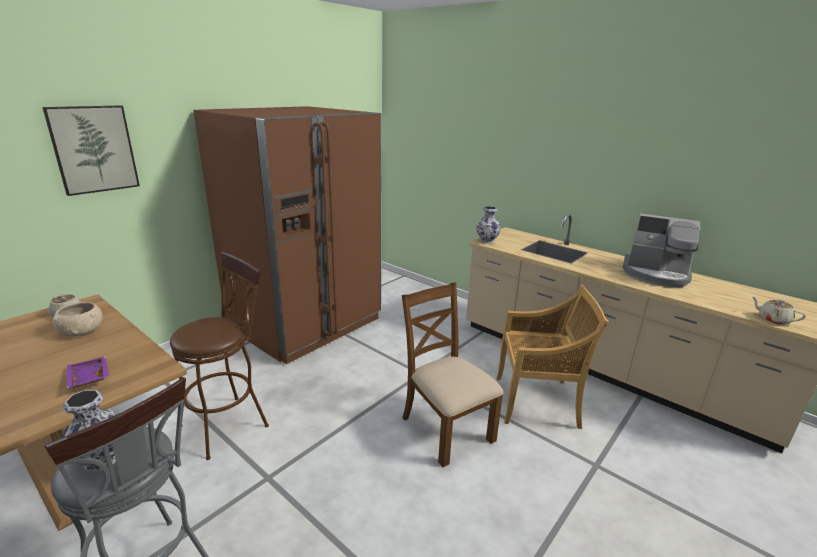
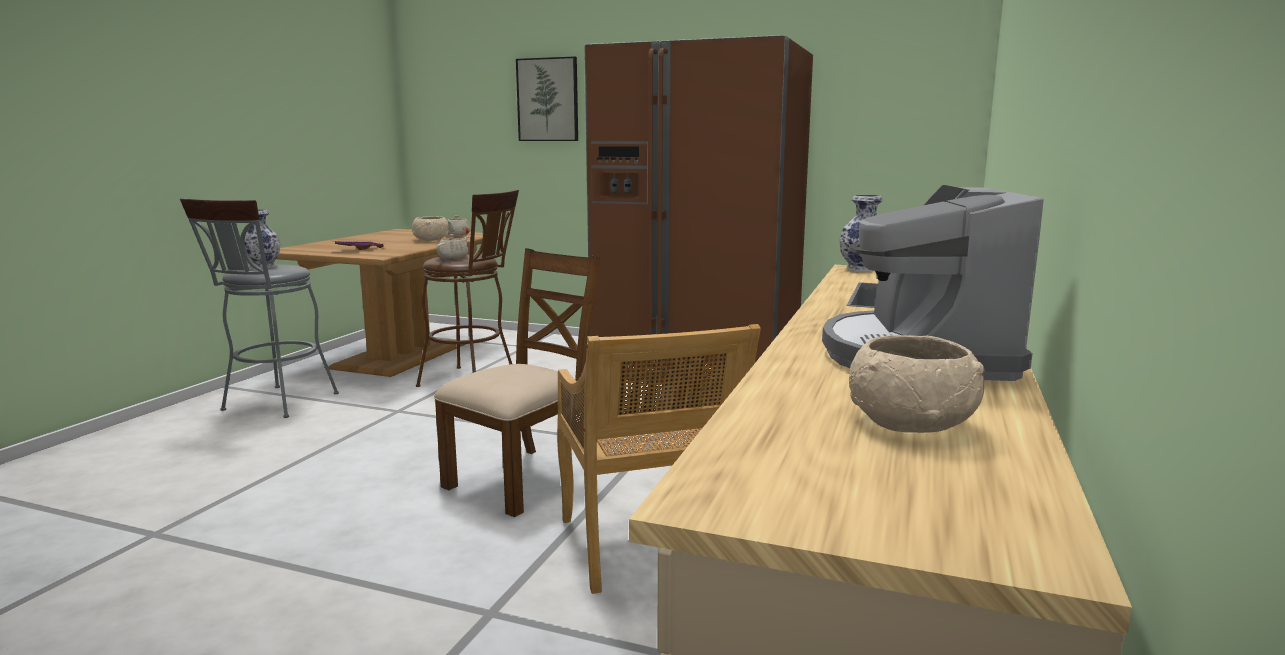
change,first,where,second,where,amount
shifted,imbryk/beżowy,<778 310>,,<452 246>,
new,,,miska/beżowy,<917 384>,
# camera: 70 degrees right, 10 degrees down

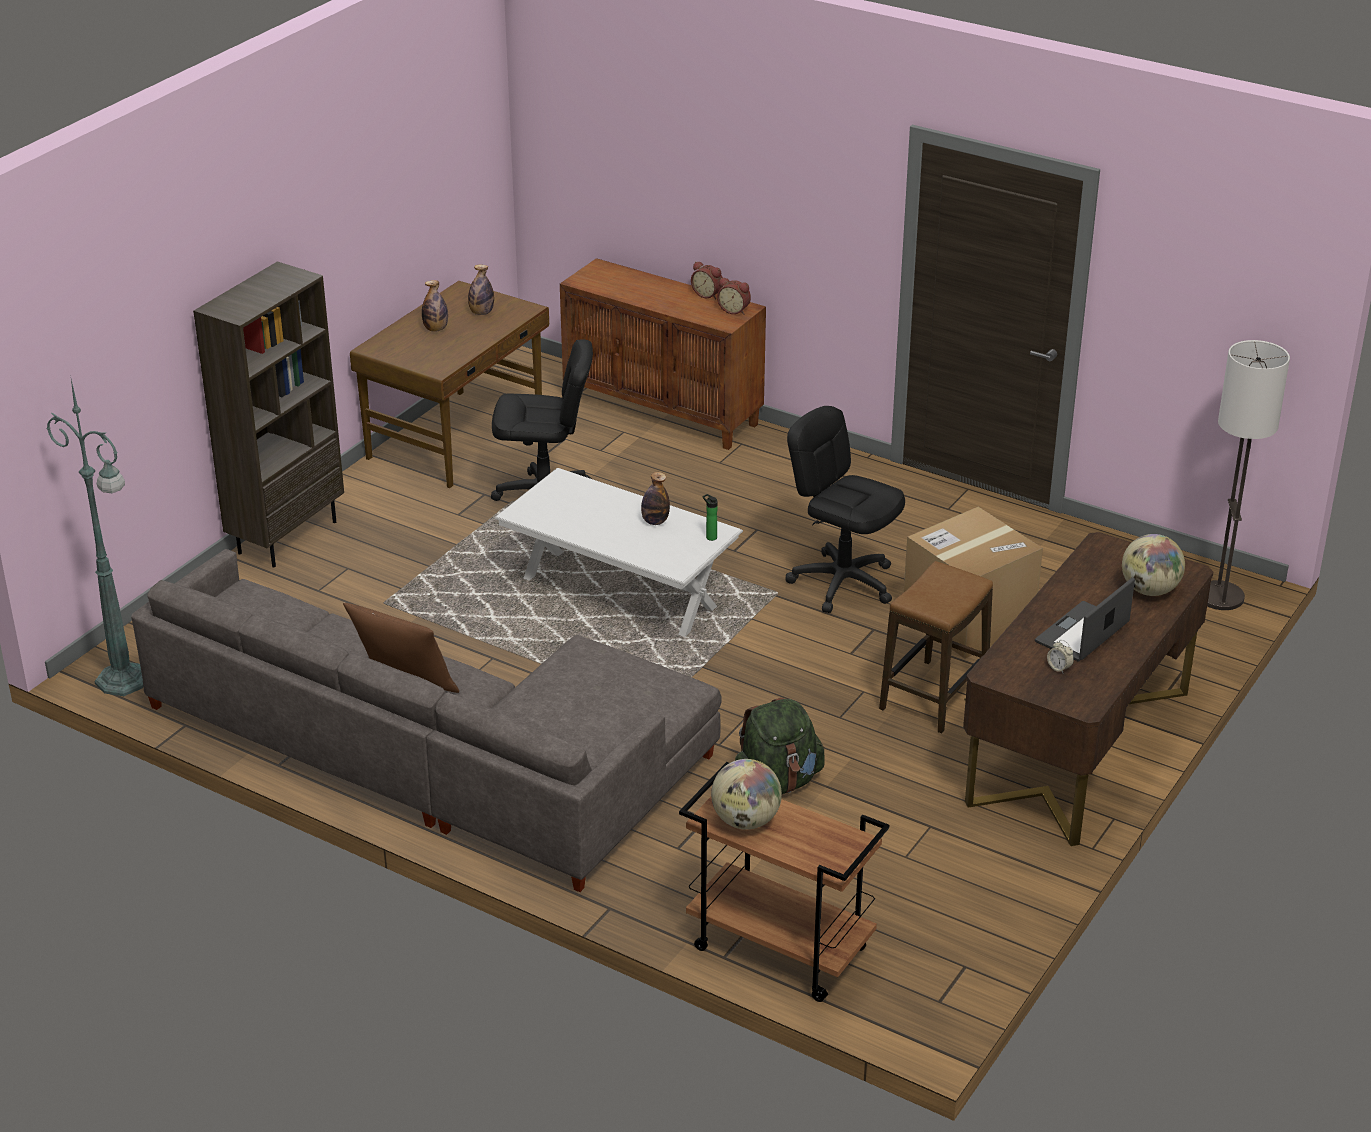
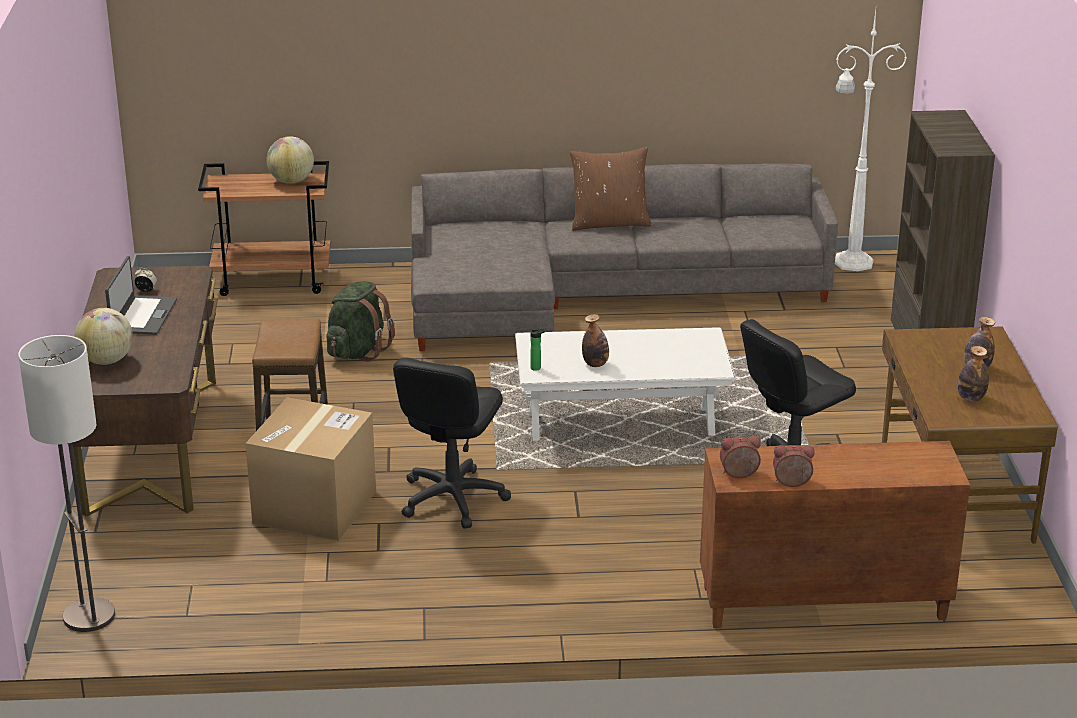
change,first,where,second,where,amount
repainted,lampa stojąca/zielony,<94 537>,lampa stojąca/biały,<871 140>,
rotated,krzesło biurowe/czarny,<845 509>,,<452 443>,105 degrees clockwise
# camera: 145 degrees right, 5 degrees down

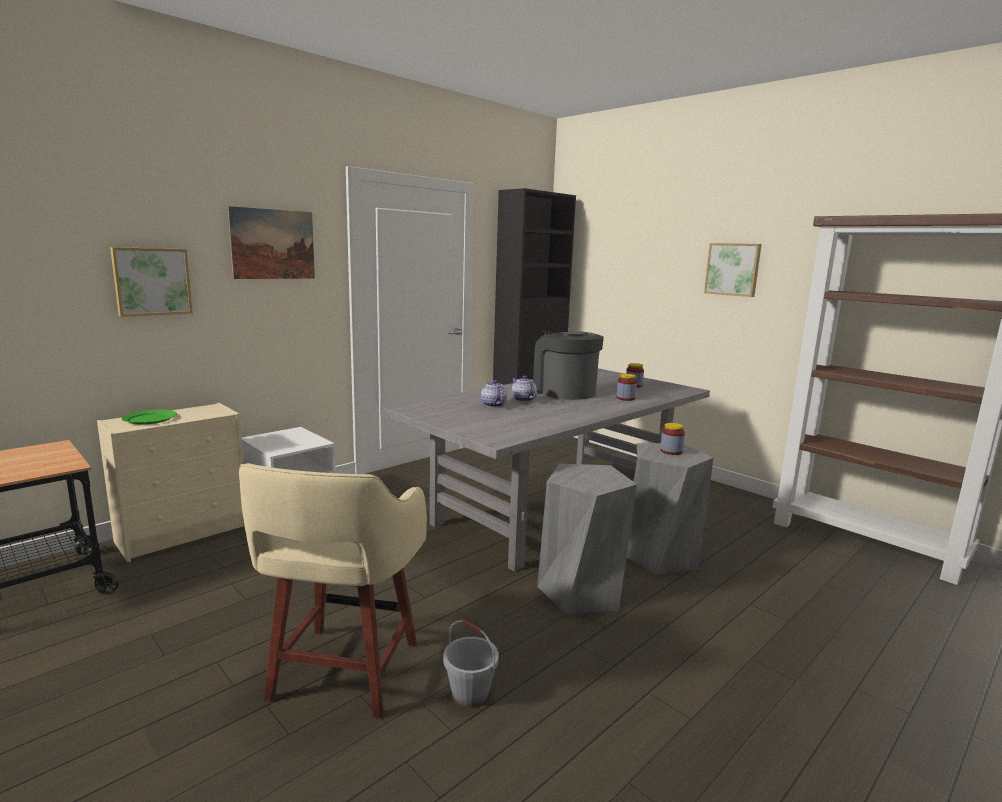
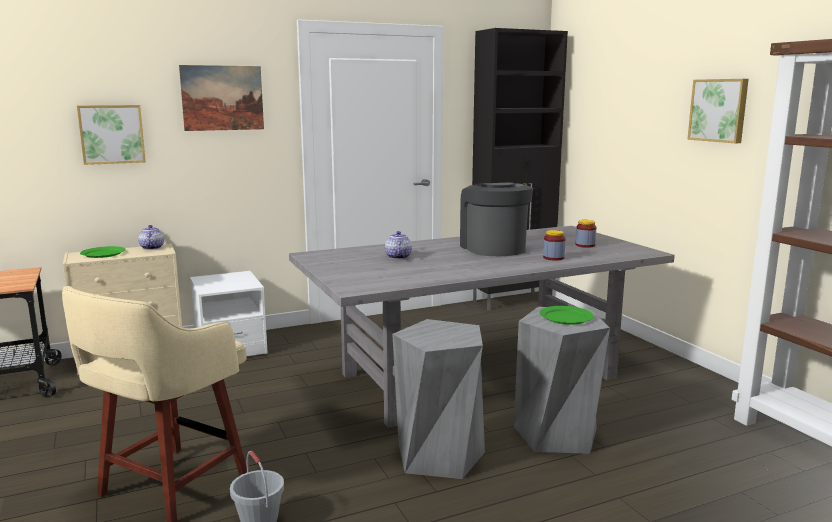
change,first,where,second,where,amount
shifted,imbryk,<524 389>,,<151 237>,
swapped,słoik,<672 439>,talerz/zielony,<567 315>,
# camera: 20 degrees right, 0 degrees up

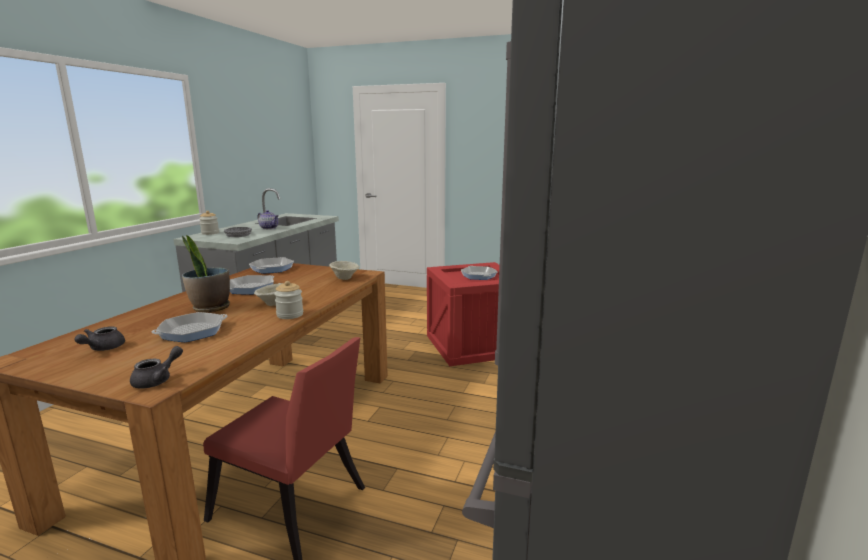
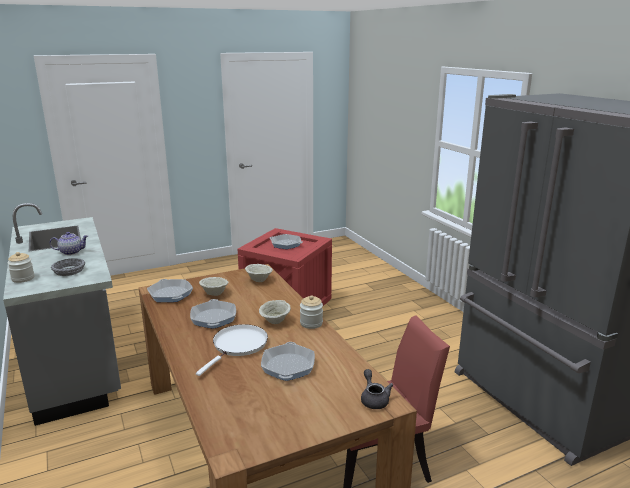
change,first,where,second,where,amount
gone,imbryk/szary,<99 338>,,,
swapped,roślina doniczkowa,<206 274>,patelnia/biały,<232 350>,
new,,,miska/beżowy,<213 286>,
# camera: 45 degrees left, 5 degrees up

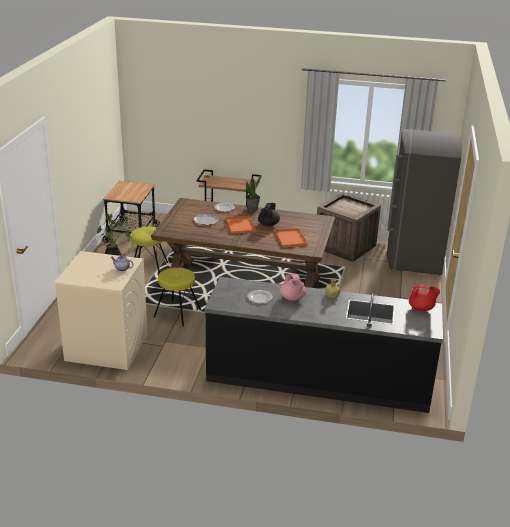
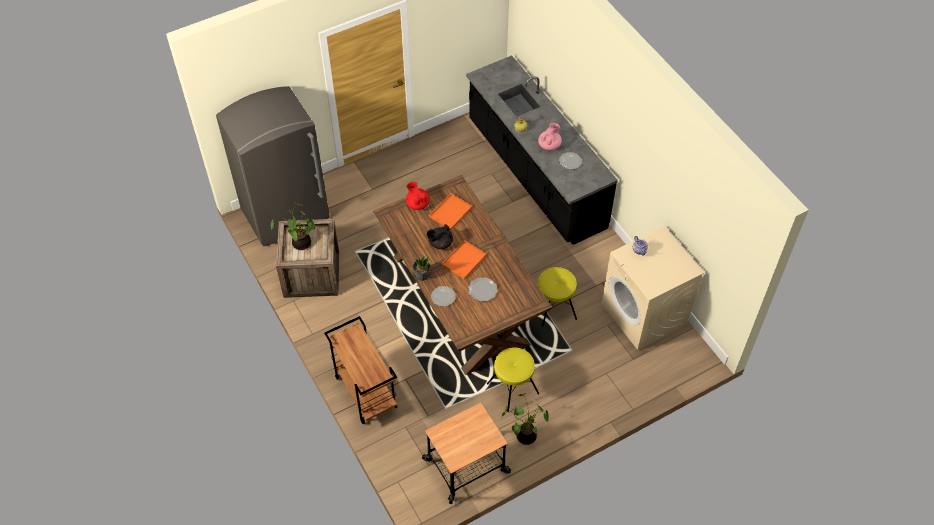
change,first,where,second,where,amount
shifted,imbryk/czerwony,<424 297>,,<418 196>,
new,,,roślina doniczkowa,<293 226>,
# camera: 130 degrees left, 25 degrees up

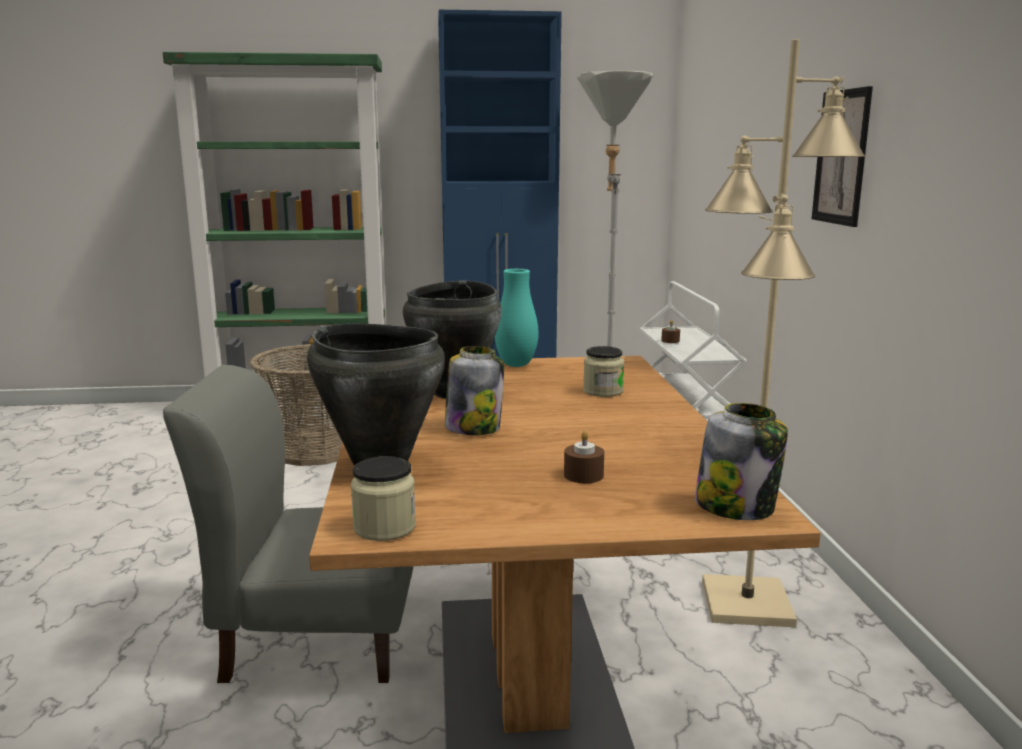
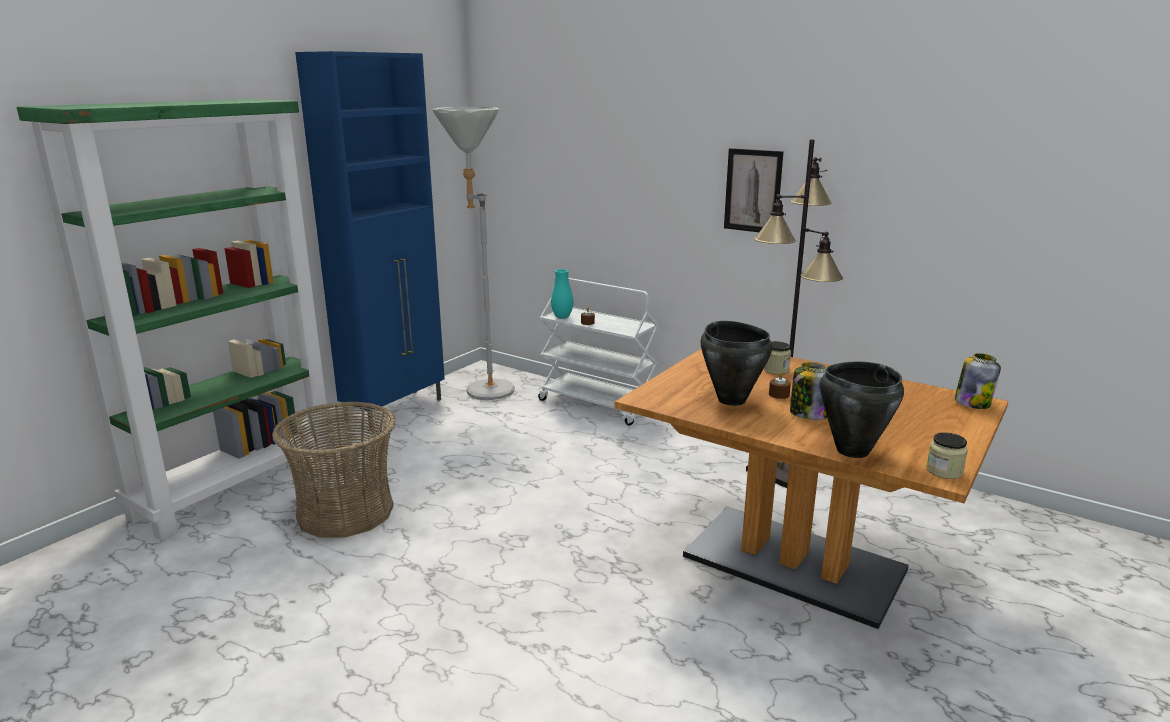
change,first,where,second,where,amount
gone,krzesło/szary,<288 524>,,,
shifted,wazon/turkusowy,<517 318>,,<562 294>,
shifted,świeca/brązowy,<584 456>,,<780 385>,
repainted,lampa stojąca/beżowy,<784 333>,lampa stojąca/czarny,<794 313>,
# camera: 50 degrees left, 5 degrees up

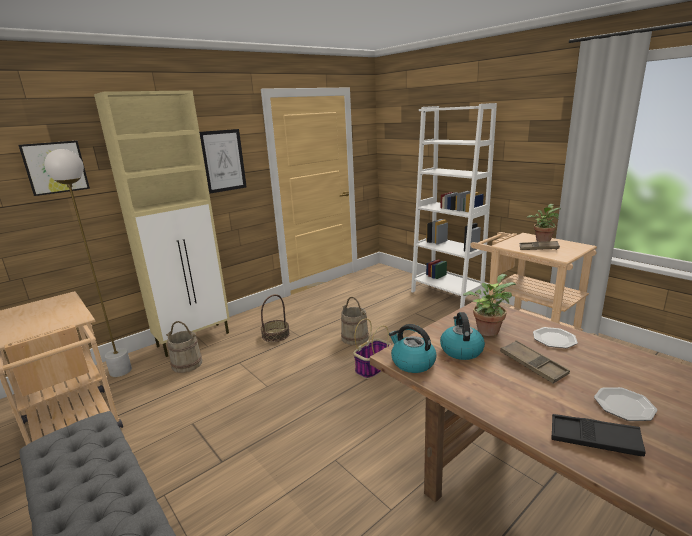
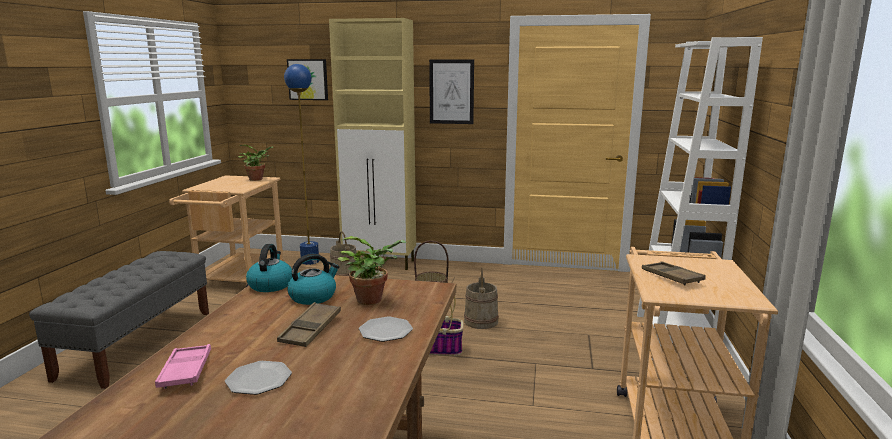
change,first,where,second,where,amount
repainted,lampa stojąca/biały,<88 263>,lampa stojąca/niebieski,<301 164>,
shifted,roślina doniczkowa,<544 223>,,<255 163>,
repainted,taca/czarny,<598 435>,taca/różowy,<183 366>,
# camera: 50 degrees right, 5 degrees down

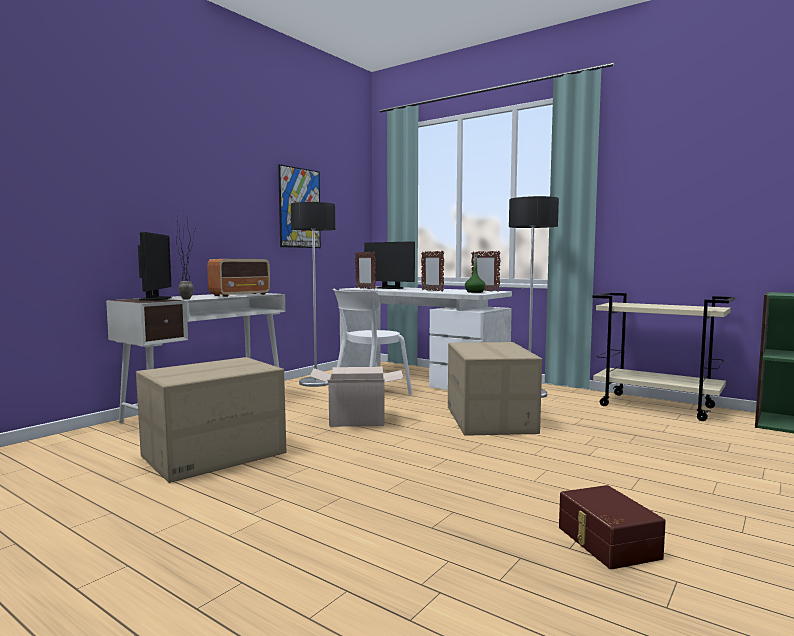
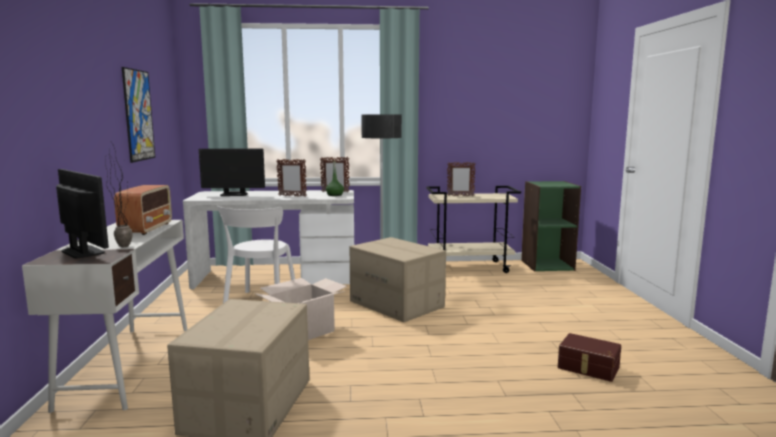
change,first,where,second,where,amount
gone,lampa stojąca,<313 294>,,,
shifted,ramka na zdjęcie,<365 270>,,<461 179>,
# camera: 40 degrees left, 5 degrees up

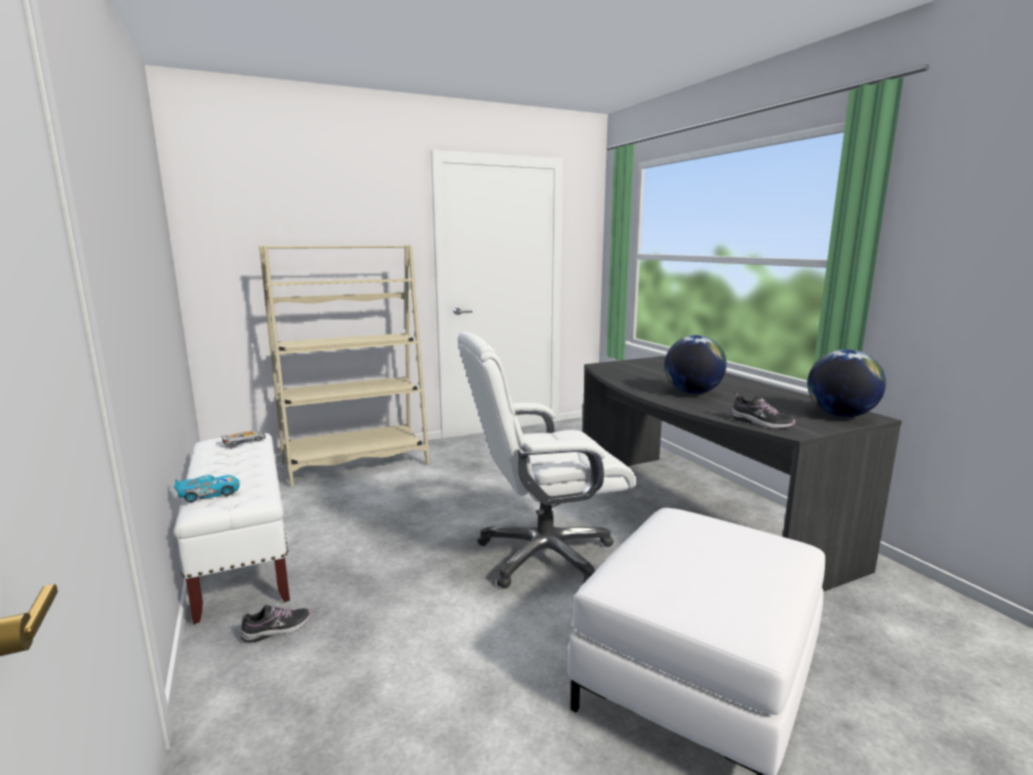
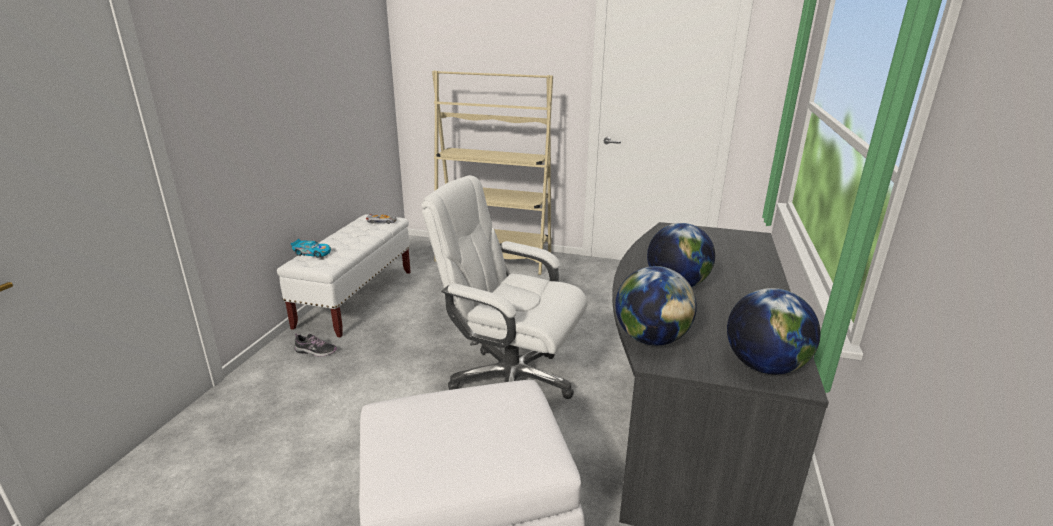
change,first,where,second,where,amount
swapped,but,<763 410>,globus,<656 305>,
# camera: 40 degrees right, 10 degrees up

